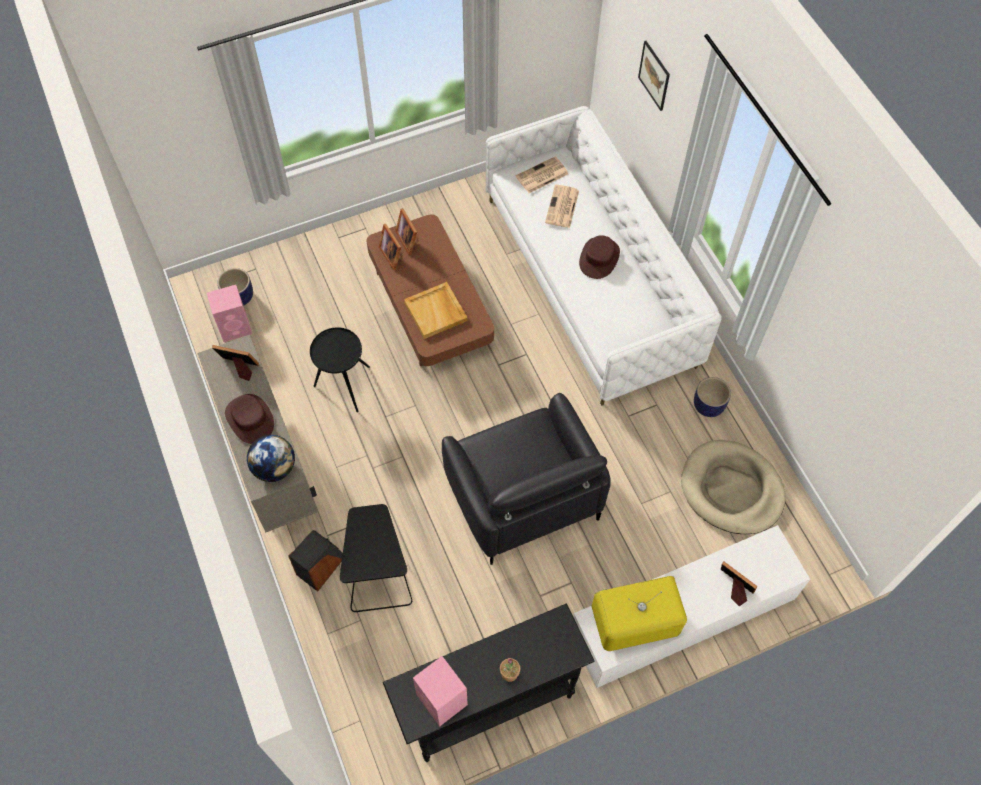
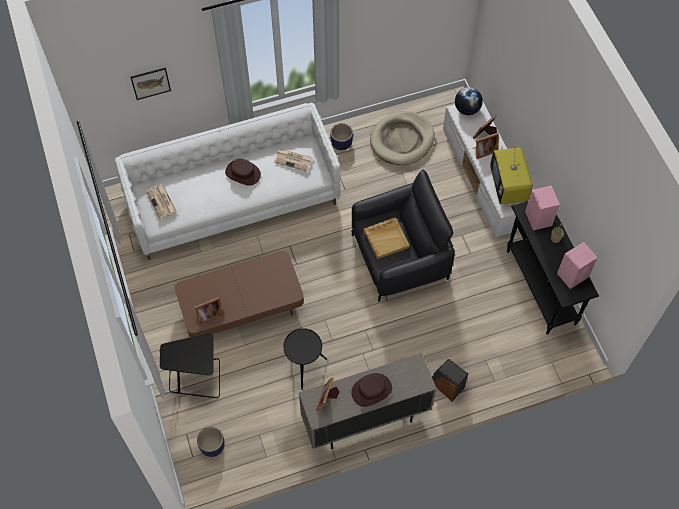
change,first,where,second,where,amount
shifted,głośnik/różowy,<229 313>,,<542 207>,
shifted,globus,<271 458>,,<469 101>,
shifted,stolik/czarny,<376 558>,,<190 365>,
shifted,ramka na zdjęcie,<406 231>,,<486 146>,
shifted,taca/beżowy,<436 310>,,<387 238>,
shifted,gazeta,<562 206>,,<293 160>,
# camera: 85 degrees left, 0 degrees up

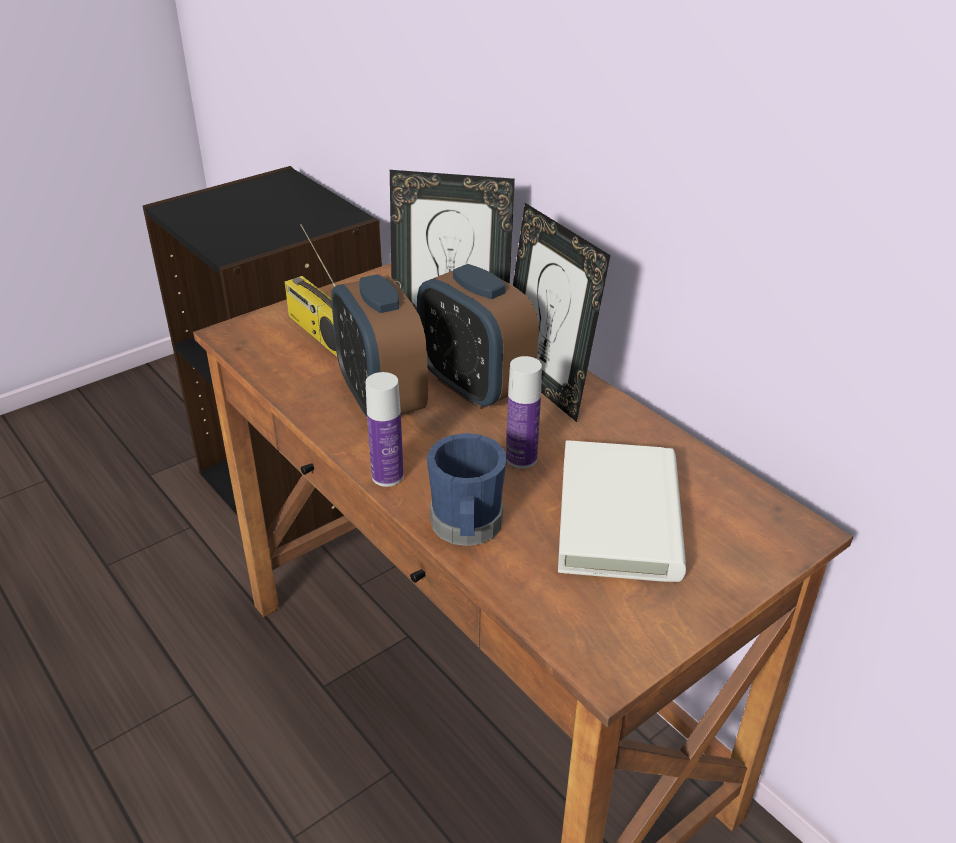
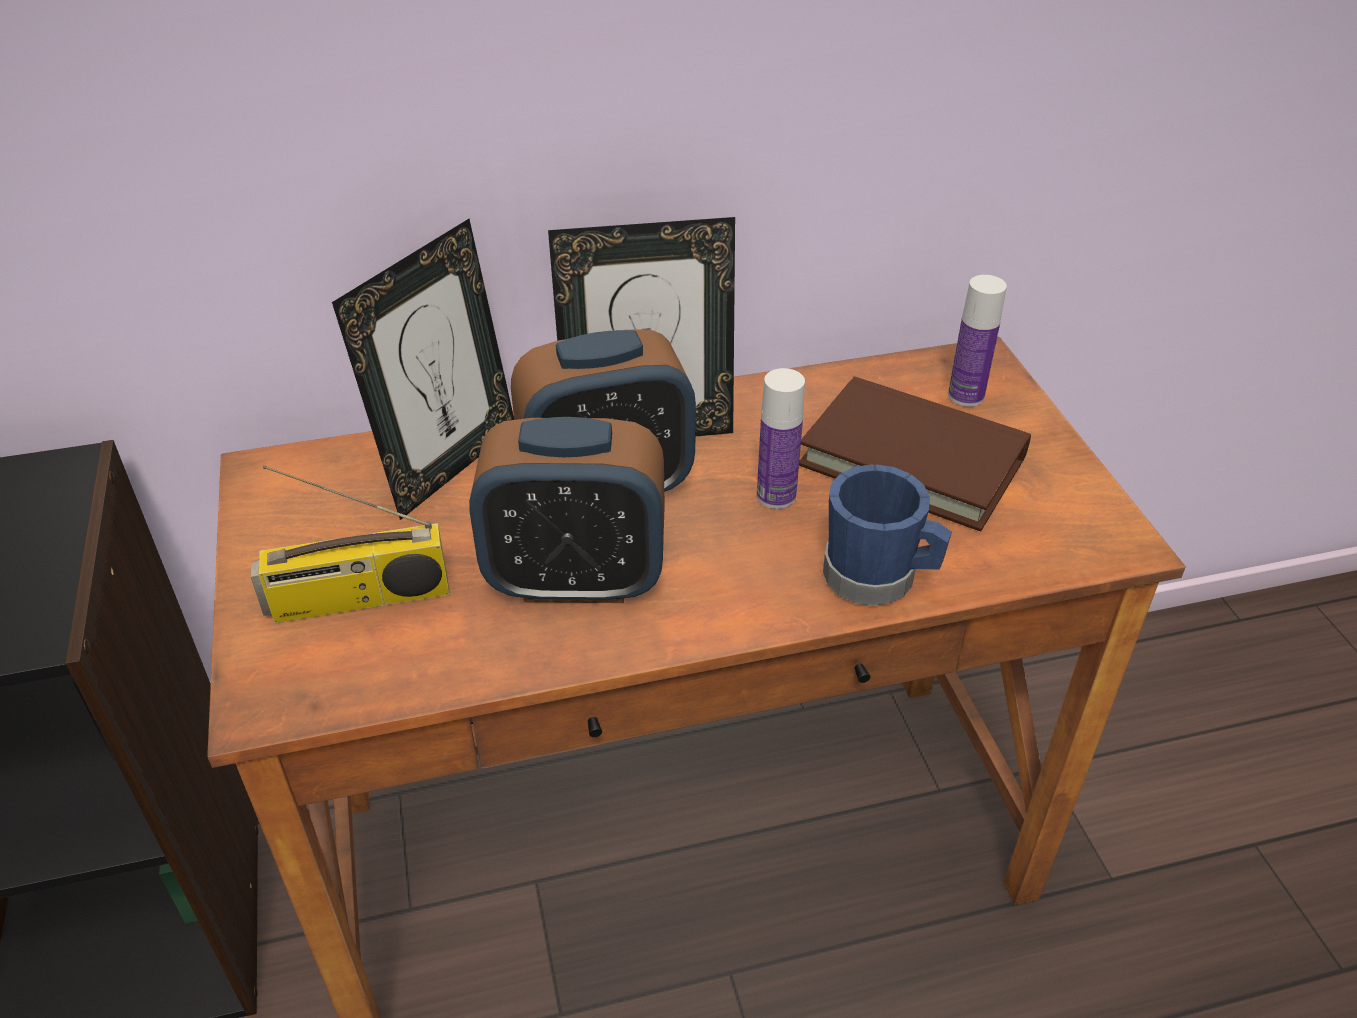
change,first,where,second,where,amount
shifted,butelka,<384 429>,,<977 341>,
repainted,książka/biały,<622 511>,książka/brązowy,<915 454>,
# camera: 65 degrees left, 5 degrees up

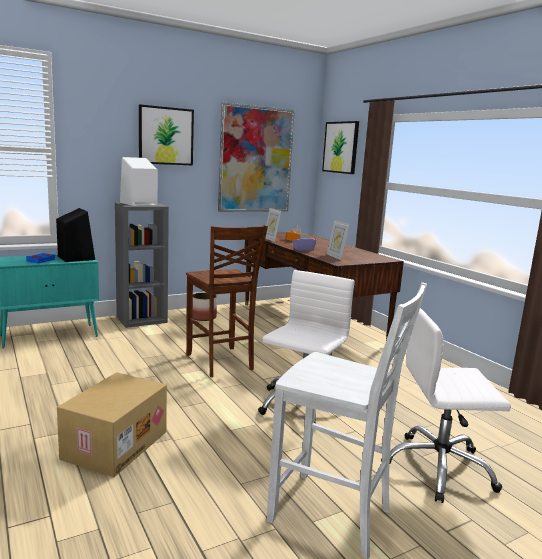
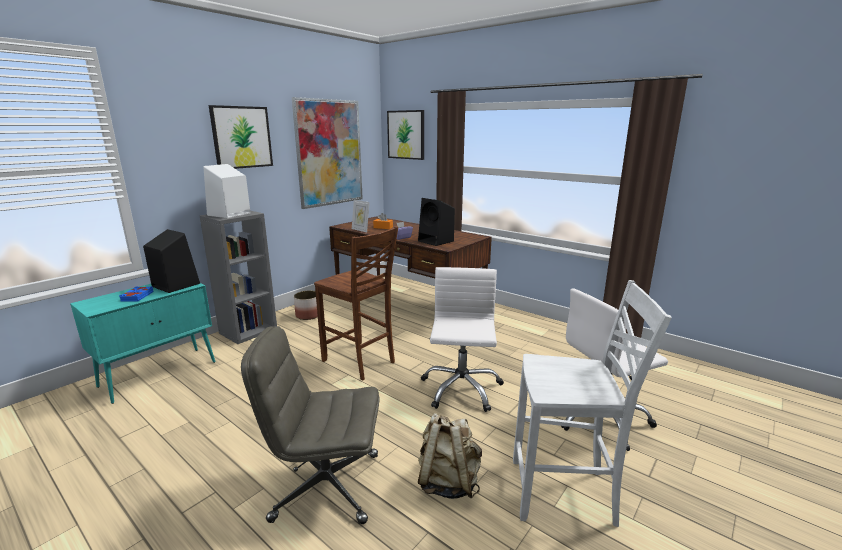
change,first,where,second,where,amount
swapped,karton,<112 424>,krzesło biurowe/szary,<310 425>,
swapped,ramka na zdjęcie,<338 240>,głośnik/czarny,<436 222>,
new,,,plecak/beżowy,<450 456>,
# camera: 20 degrees left, 5 degrees up

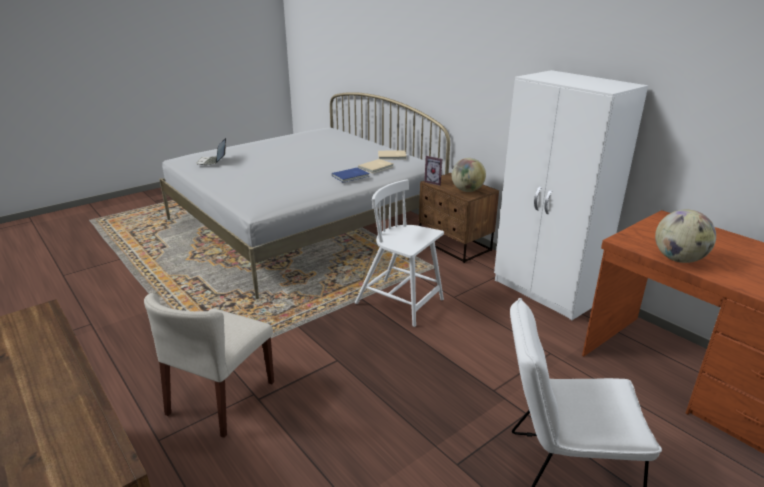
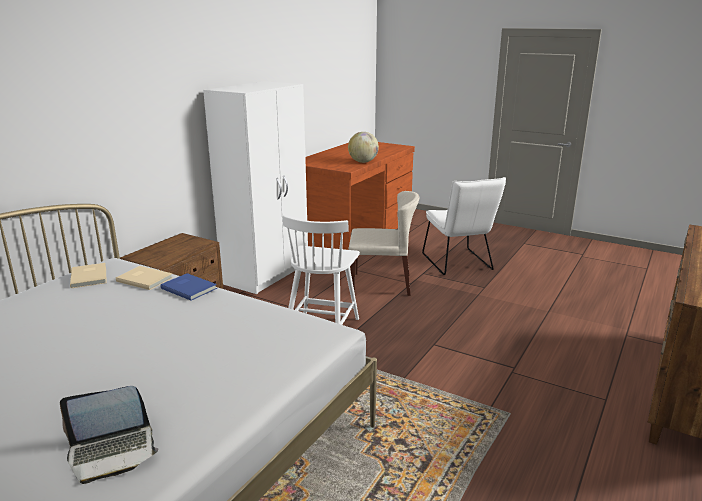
change,first,where,second,where,amount
shifted,krzesło/beżowy,<209 365>,,<383 243>,
gone,ramka na zdjęcie,<433 171>,,,
gone,globus,<469 175>,,,
# camera: 110 degrees left, 5 degrees down

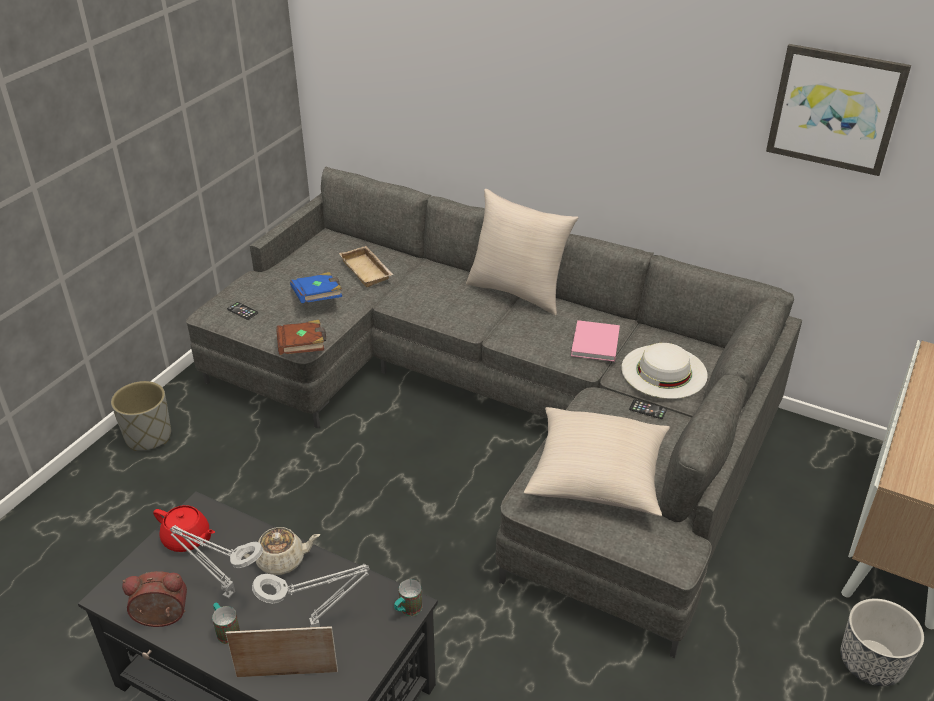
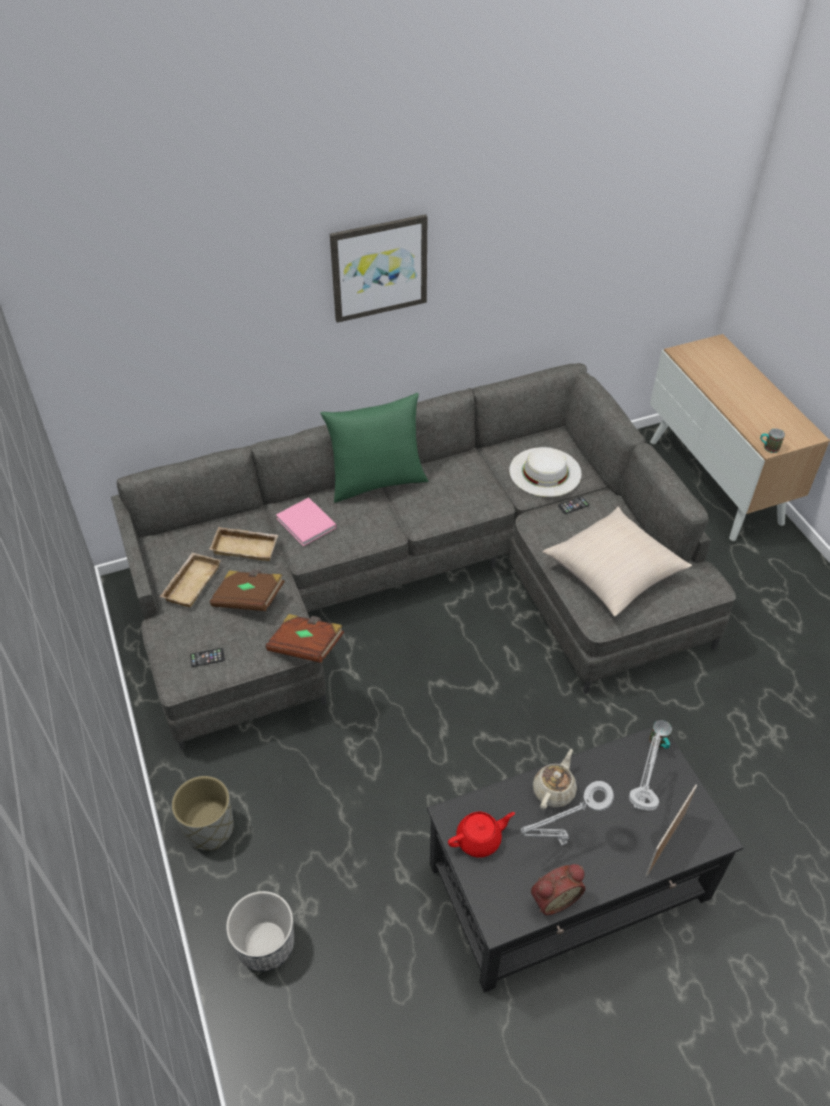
change,first,where,second,where,amount
rotated,budzik,<154 599>,,<558 889>,150 degrees counterclockwise
shifted,kubek,<226 623>,,<772 440>,
repainted,książka/niebieski,<316 287>,książka/brązowy,<247 590>,
repainted,poduszka/beżowy,<522 252>,poduszka/zielony,<374 448>,
shifted,książka/różowy,<595 341>,,<306 521>,
shifted,obraz,<838 110>,,<378 268>,
shifted,donica,<882 642>,,<260 931>,
new,,,taca/beżowy,<190 579>,
# camera: 50 degrees left, 10 degrees up

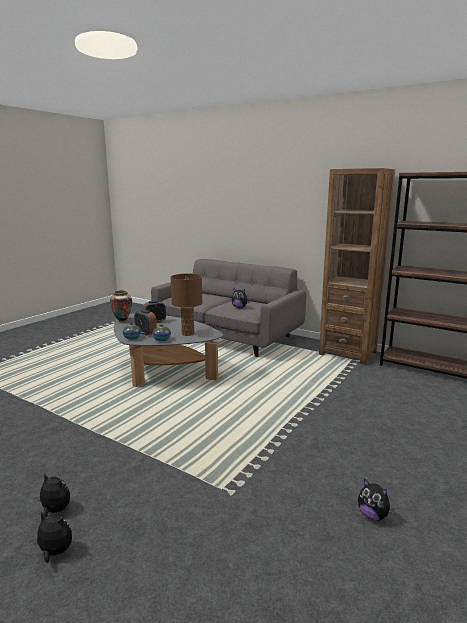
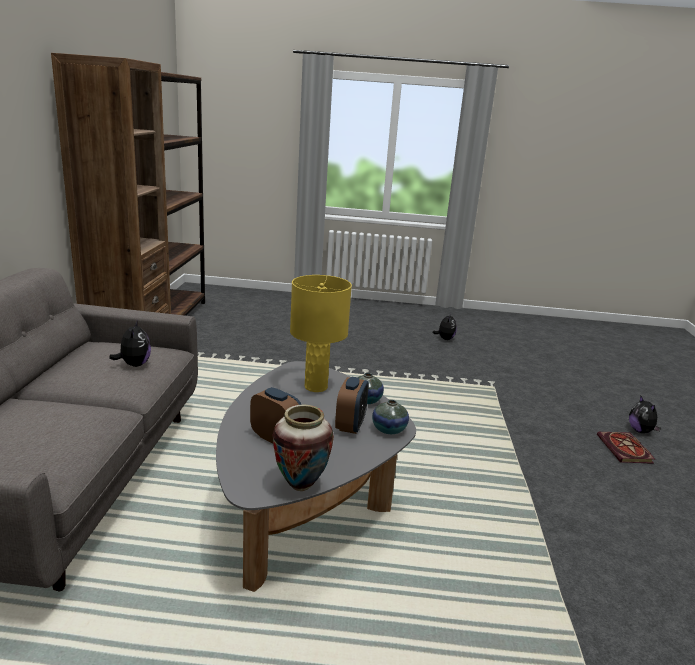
change,first,where,second,where,amount
swapped,pluszak,<52 495>,książka,<626 448>,
repainted,lampa stołowa/brązowy,<186 305>,lampa stołowa/żółty,<321 333>,
# camera: 120 degrees left, 5 degrees up

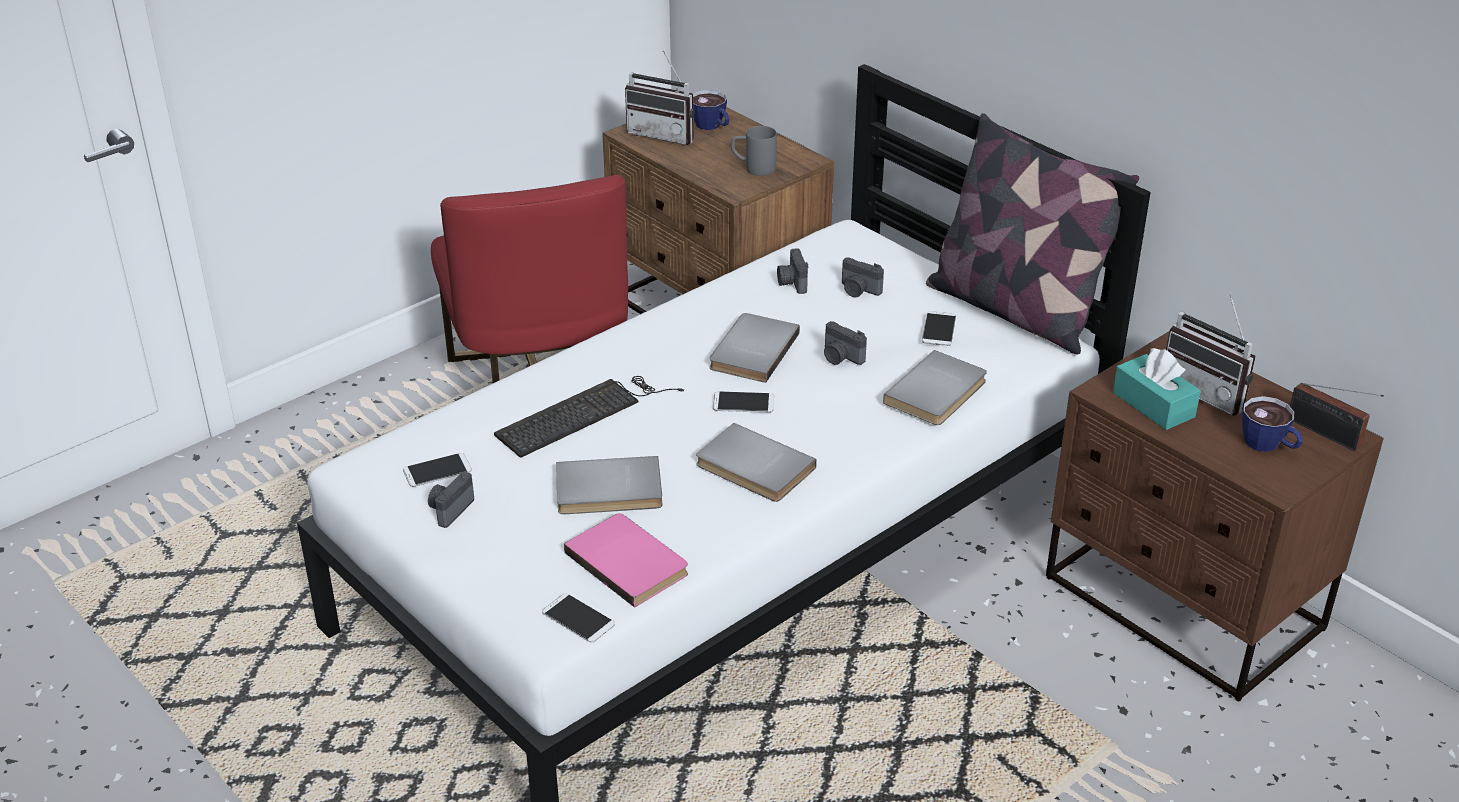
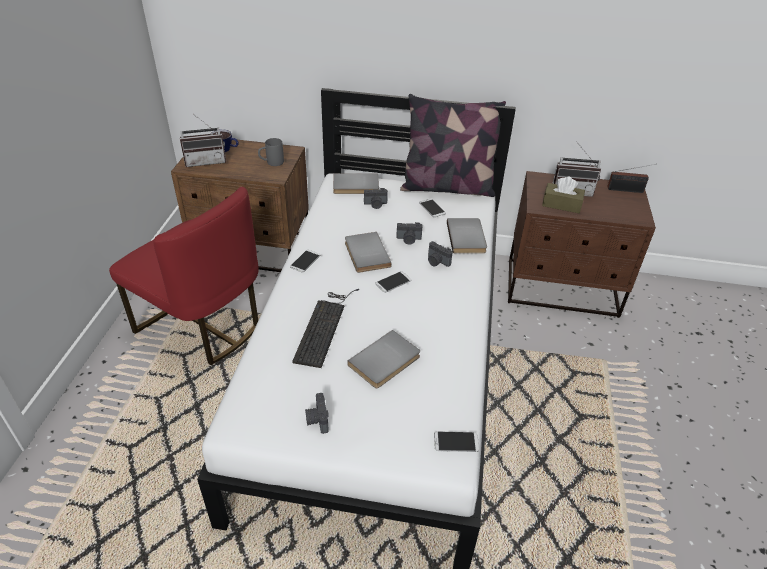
change,first,where,second,where,amount
shifted,telefon,<437 470>,,<305 261>,
gone,książka/różowy,<626 560>,,,
shifted,książka/szary,<756 462>,,<356 183>,
shifted,aparat fotograficzny,<792 271>,,<440 254>,
repainted,pudełko chusteczek/turkusowy,<1157 389>,pudełko chusteczek/brązowy,<563 195>,
gone,filiżanka,<1272 424>,,,
# camera: 40 degrees left, 5 degrees up

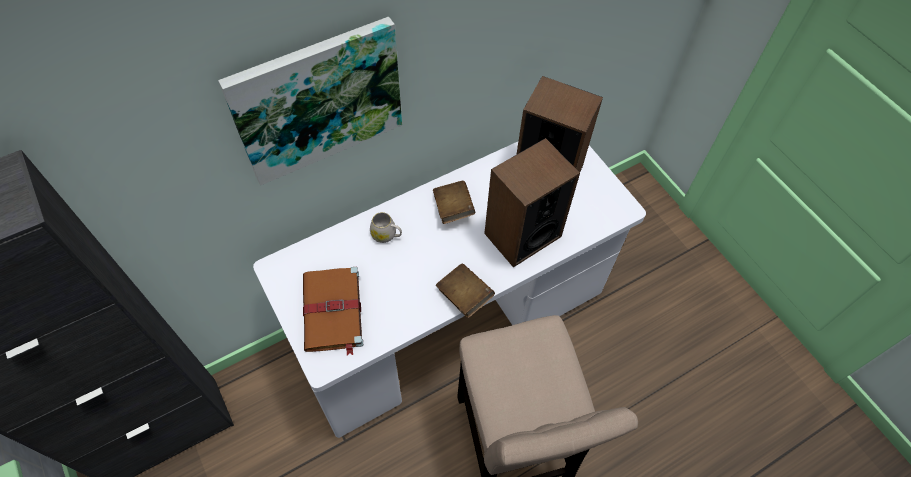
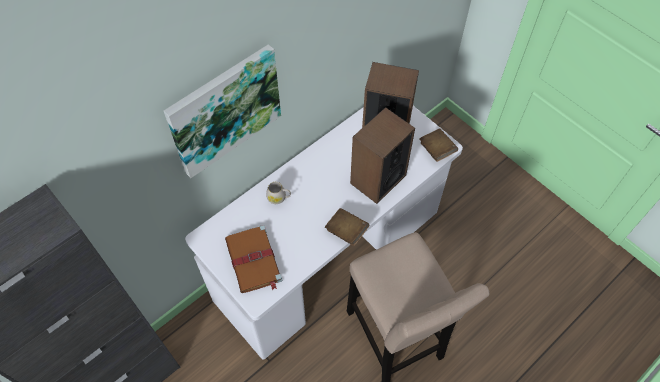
change,first,where,second,where,amount
shifted,książka/brązowy,<454 202>,,<438 145>,
# camera: 10 degrees left, 0 degrees up

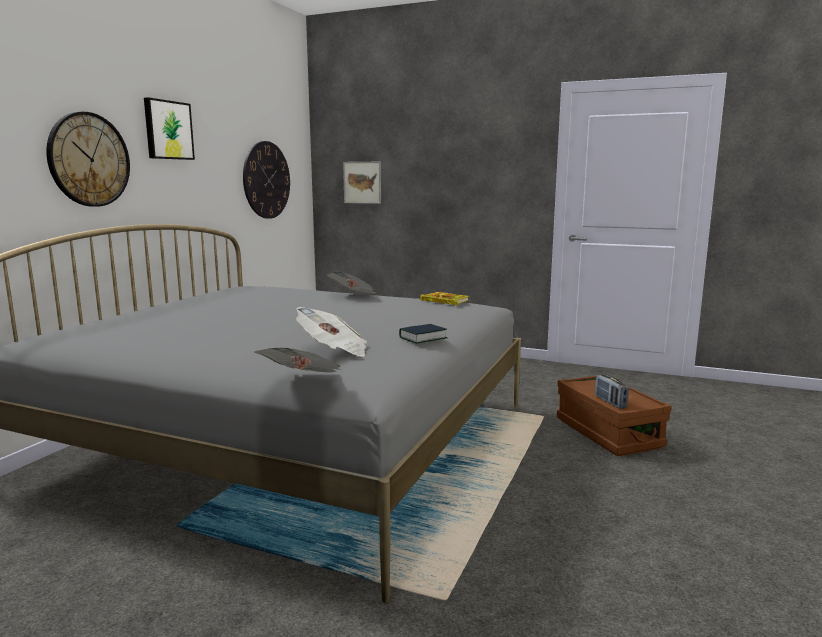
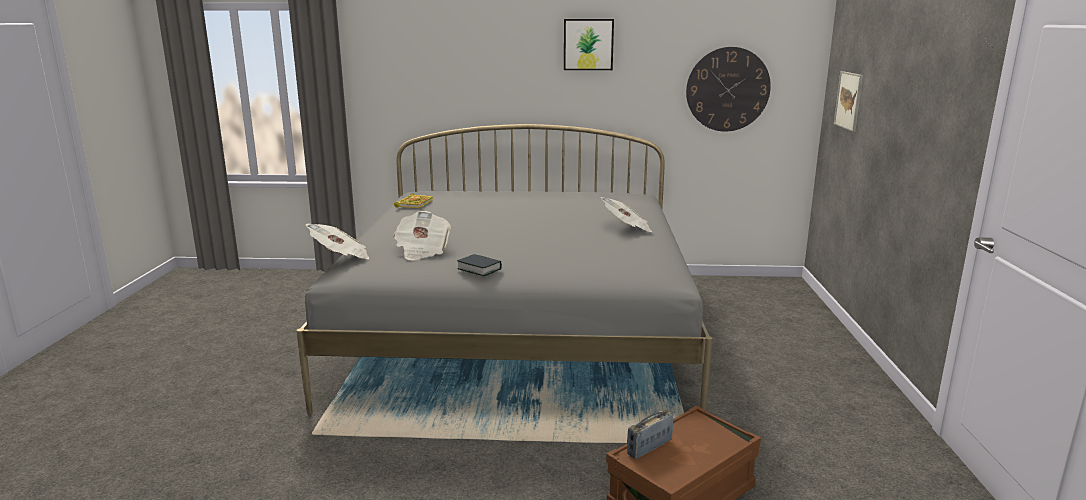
change,first,where,second,where,amount
gone,zegar ścienny,<88 159>,,,
shifted,książka,<444 299>,,<414 200>,
# camera: 70 degrees right, 5 degrees up

